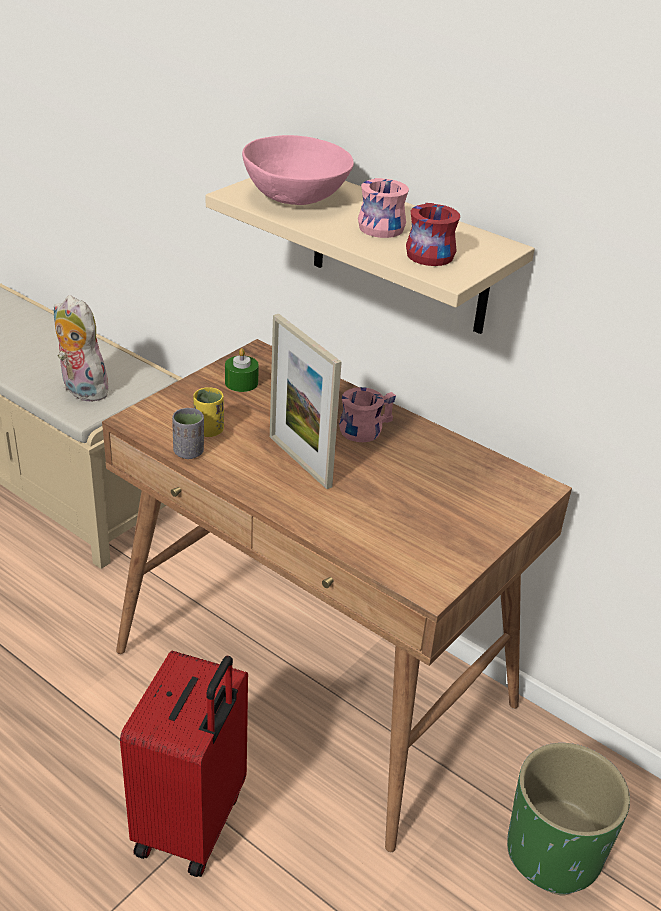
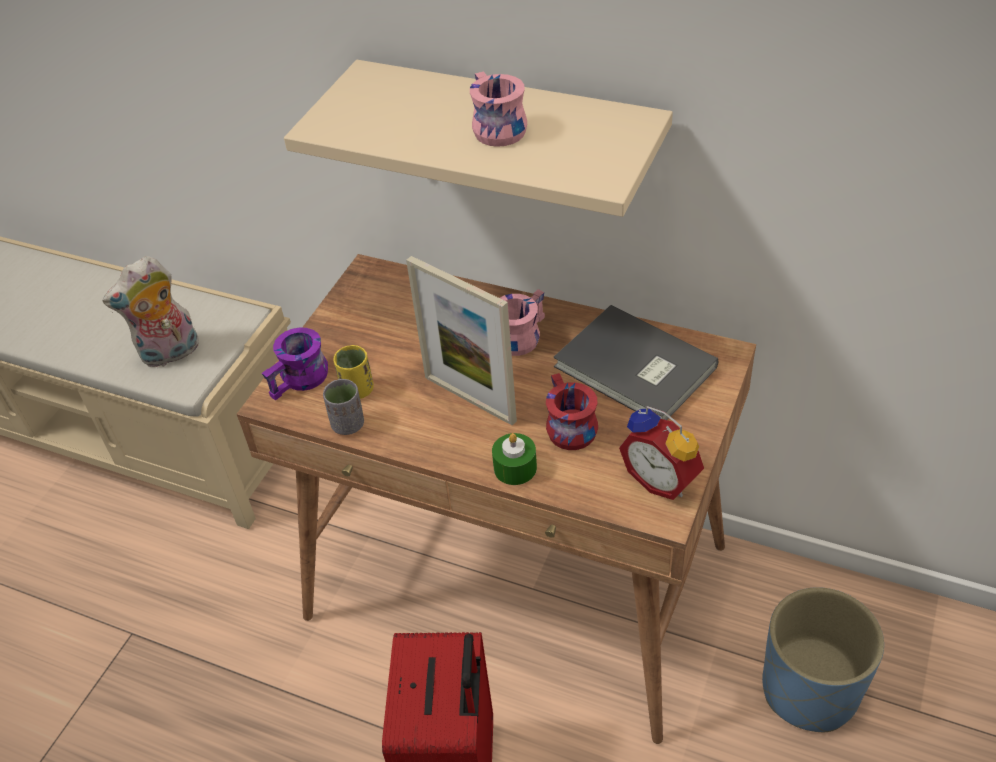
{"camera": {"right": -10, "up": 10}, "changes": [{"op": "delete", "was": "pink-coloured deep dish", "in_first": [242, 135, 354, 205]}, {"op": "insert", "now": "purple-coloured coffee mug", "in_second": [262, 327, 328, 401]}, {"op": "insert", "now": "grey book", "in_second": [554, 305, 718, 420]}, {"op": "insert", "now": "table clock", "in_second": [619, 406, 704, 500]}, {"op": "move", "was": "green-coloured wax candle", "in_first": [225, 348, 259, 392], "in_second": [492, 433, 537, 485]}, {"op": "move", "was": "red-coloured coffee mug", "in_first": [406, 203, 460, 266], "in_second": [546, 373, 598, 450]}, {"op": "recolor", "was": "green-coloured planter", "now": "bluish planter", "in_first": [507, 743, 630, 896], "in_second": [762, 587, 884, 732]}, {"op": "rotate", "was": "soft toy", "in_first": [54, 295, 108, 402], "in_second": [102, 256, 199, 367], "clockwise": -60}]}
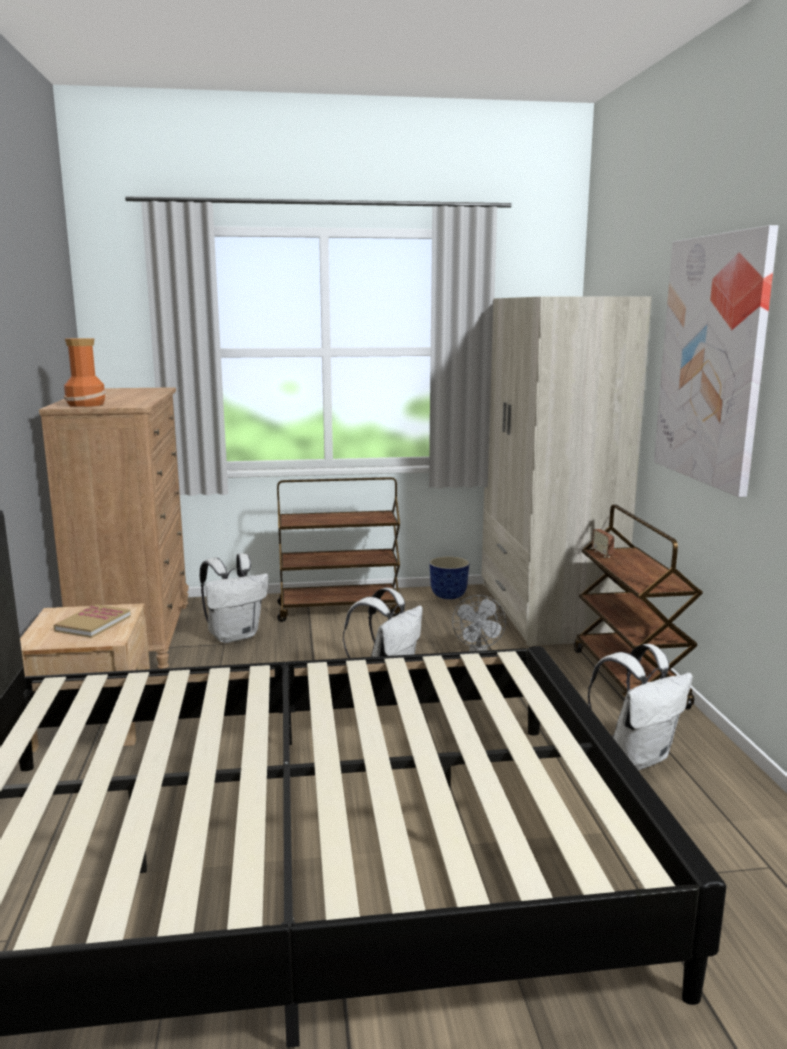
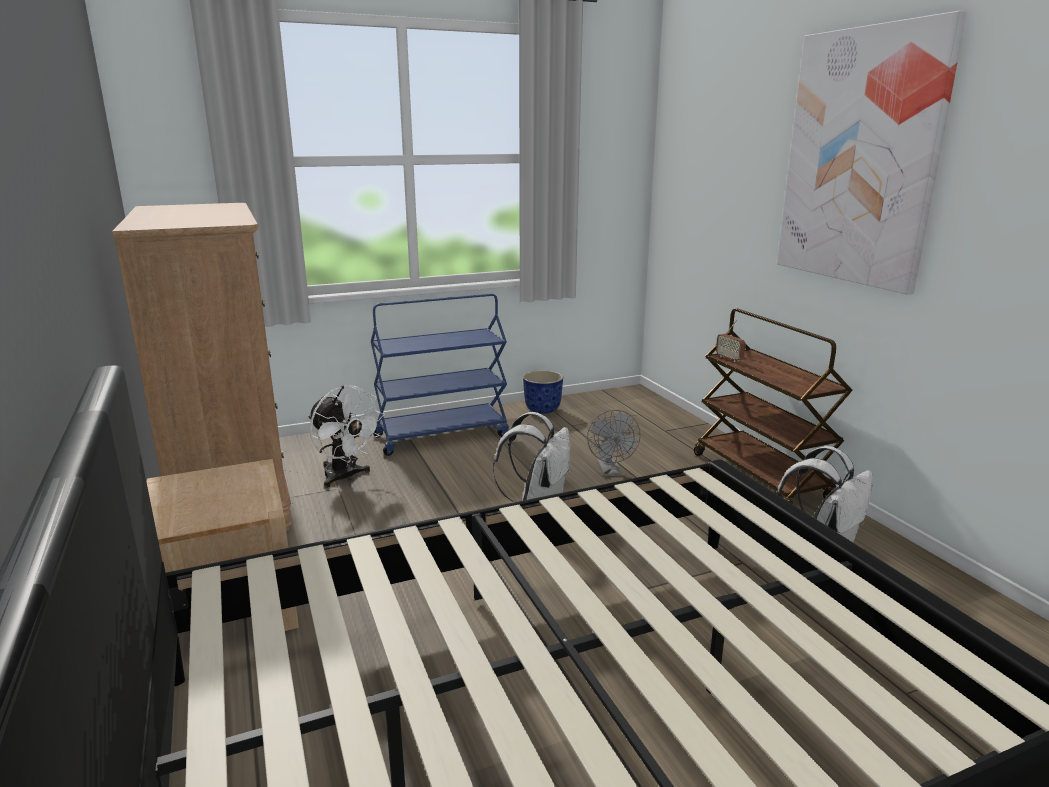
{"camera": {"right": -15, "up": 5}, "changes": [{"op": "delete", "was": "book", "in_first": [53, 604, 131, 638]}, {"op": "delete", "was": "flower vase", "in_first": [64, 338, 106, 407]}, {"op": "delete", "was": "beige armoire", "in_first": [482, 296, 652, 646]}, {"op": "replace", "was": "white backpack", "now": "white electric fan", "in_first": [200, 553, 268, 643], "in_second": [308, 386, 385, 488]}, {"op": "recolor", "was": "brown-coloured cart", "now": "bluish cart", "in_first": [277, 477, 400, 622], "in_second": [371, 293, 509, 456]}]}
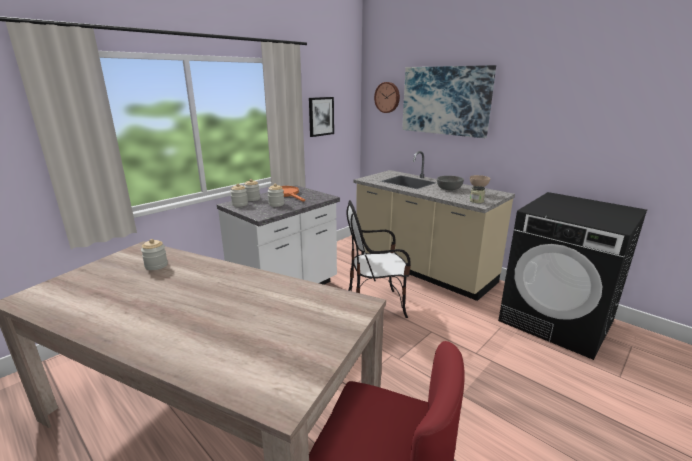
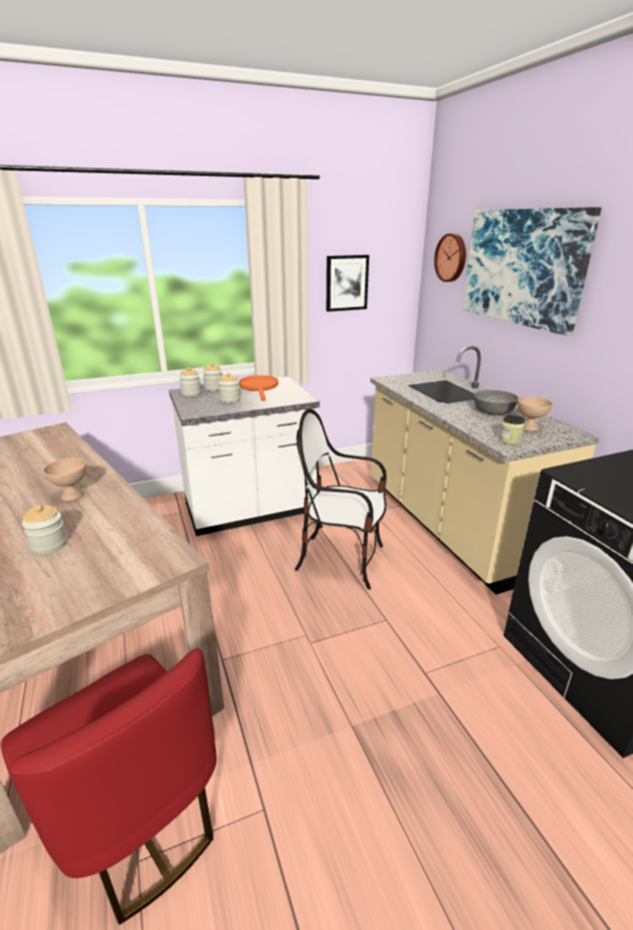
{"camera": {"right": 25, "up": 5}, "changes": [{"op": "insert", "now": "beige deep dish", "in_second": [43, 458, 87, 501]}, {"op": "move", "was": "storage jar", "in_first": [141, 239, 168, 270], "in_second": [22, 505, 67, 554]}]}
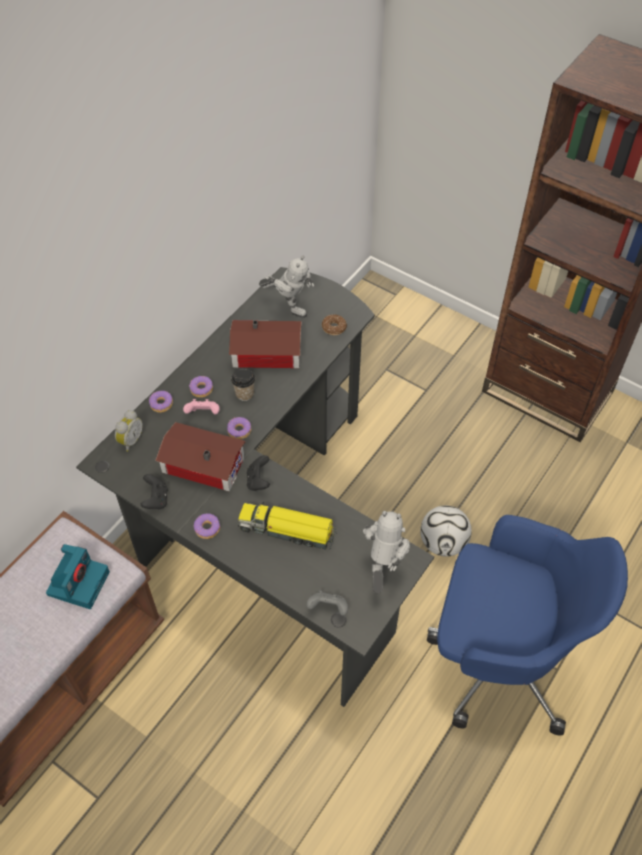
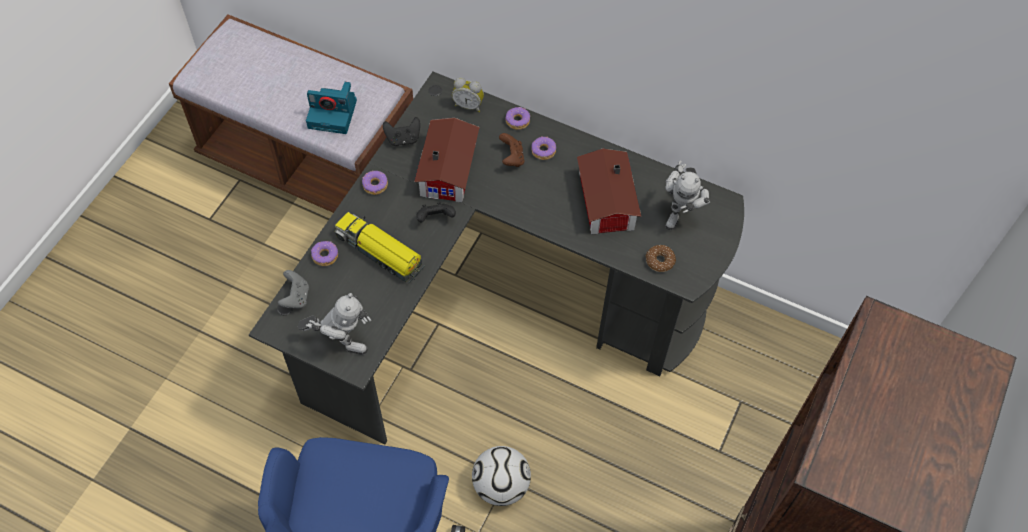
{"camera": {"right": 80, "up": 5}, "changes": [{"op": "delete", "was": "cup", "in_first": [231, 368, 255, 401]}, {"op": "move", "was": "doughnut", "in_first": [227, 417, 251, 440], "in_second": [311, 241, 338, 266]}, {"op": "recolor", "was": "pink-coloured gamepad", "now": "brown-coloured gamepad", "in_first": [183, 399, 220, 415], "in_second": [499, 133, 525, 167]}, {"op": "rotate", "was": "model truck", "in_first": [238, 501, 336, 550], "in_second": [335, 212, 425, 283], "clockwise": -60}]}
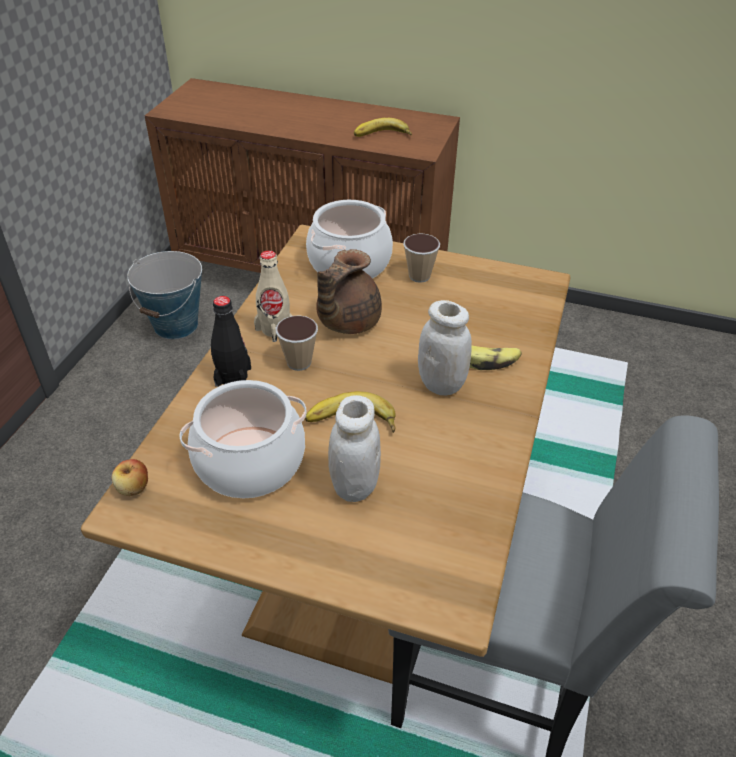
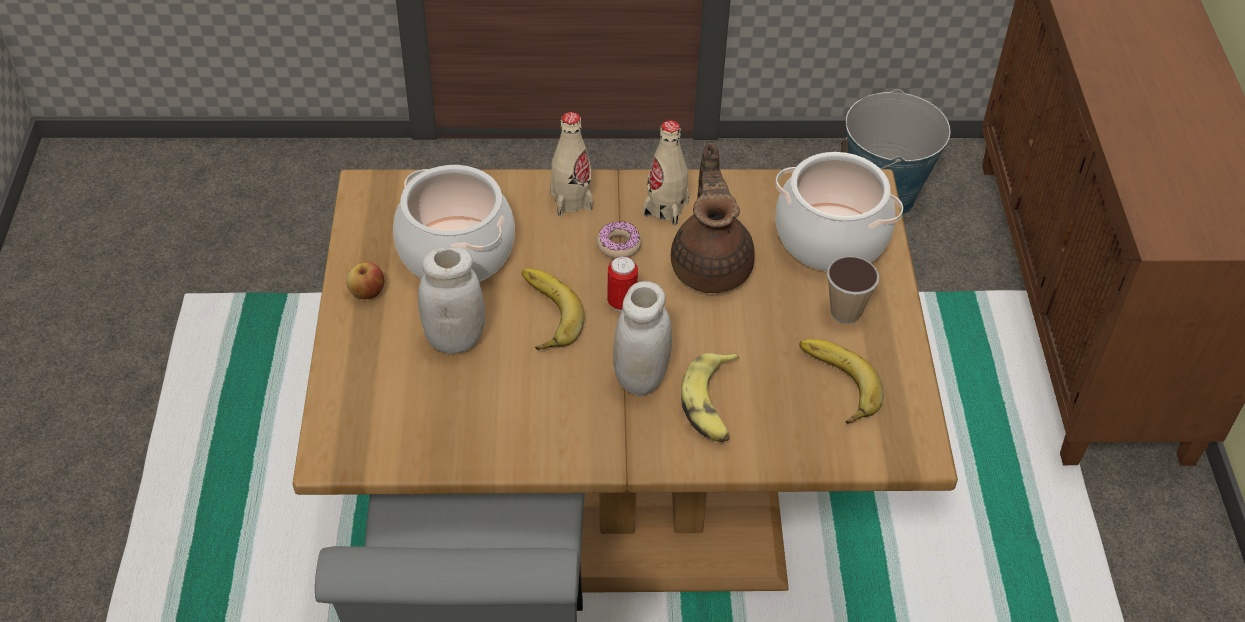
{"camera": {"right": 70, "up": 5}, "changes": [{"op": "insert", "now": "metal can", "in_second": [607, 256, 638, 311]}, {"op": "move", "was": "apple fruit", "in_first": [112, 459, 148, 496], "in_second": [346, 263, 385, 299]}, {"op": "move", "was": "banana fruit", "in_first": [354, 118, 412, 137], "in_second": [799, 339, 883, 424]}, {"op": "replace", "was": "cup", "now": "doughnut", "in_first": [276, 315, 318, 371], "in_second": [596, 221, 641, 259]}, {"op": "recolor", "was": "black bottle", "now": "beige bottle", "in_first": [211, 296, 251, 387], "in_second": [550, 112, 593, 216]}, {"op": "rotate", "was": "brown-coloured teapot", "in_first": [316, 249, 382, 334], "in_second": [671, 143, 755, 293], "clockwise": 75}]}
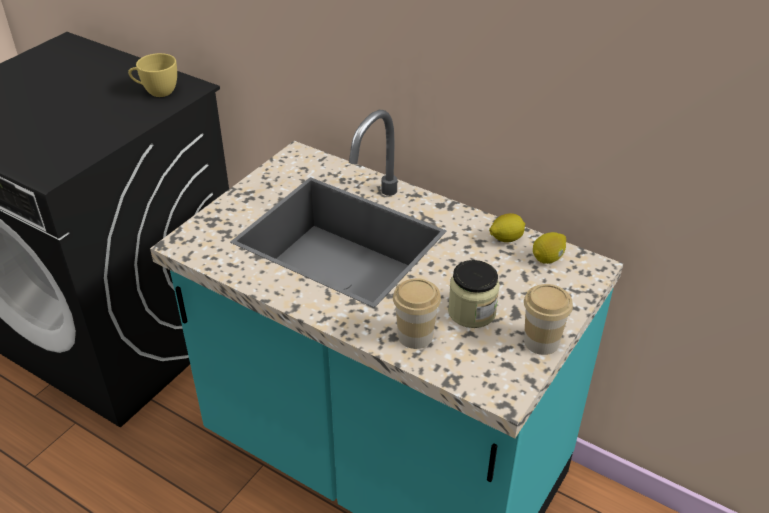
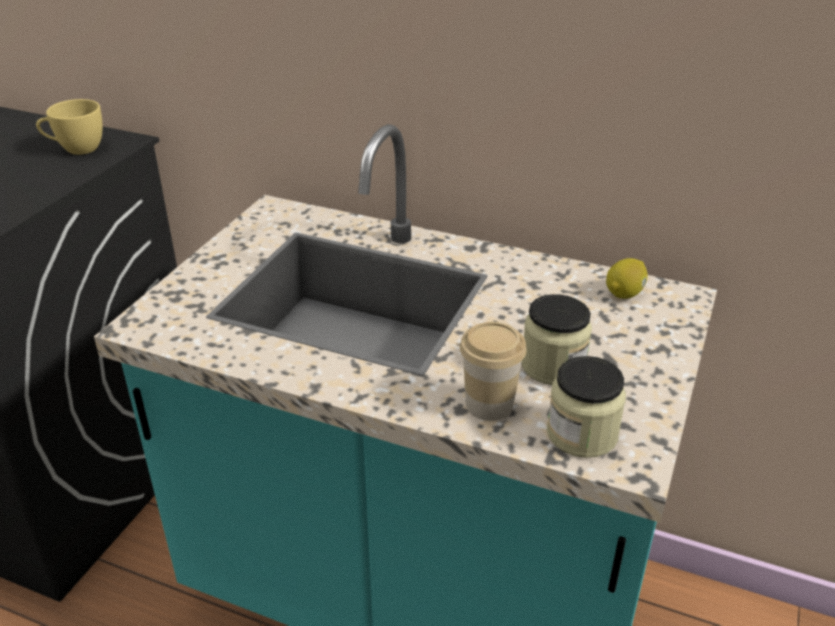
{"camera": {"right": -10, "up": -5}, "changes": [{"op": "delete", "was": "whole lemon", "in_first": [489, 213, 525, 242]}, {"op": "delete", "was": "cup", "in_first": [524, 284, 573, 355]}, {"op": "insert", "now": "storage jar", "in_second": [547, 356, 626, 458]}]}
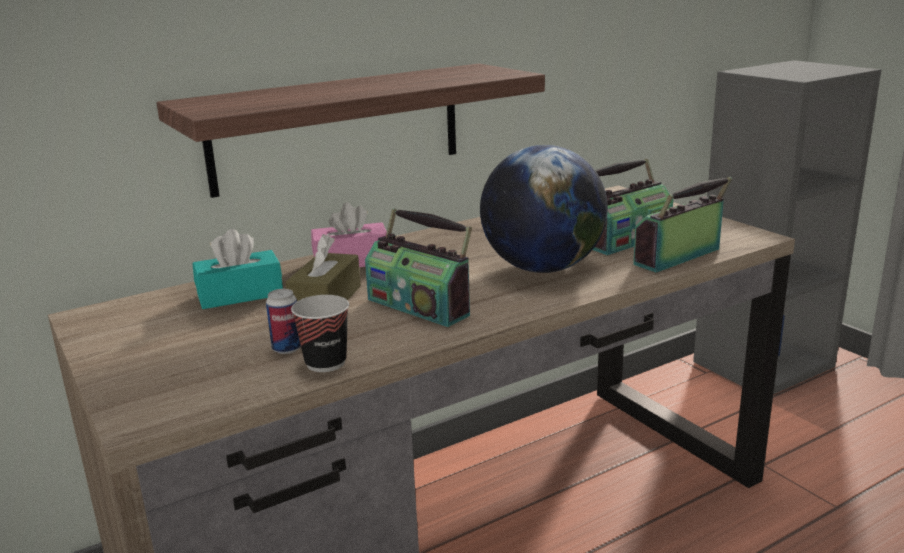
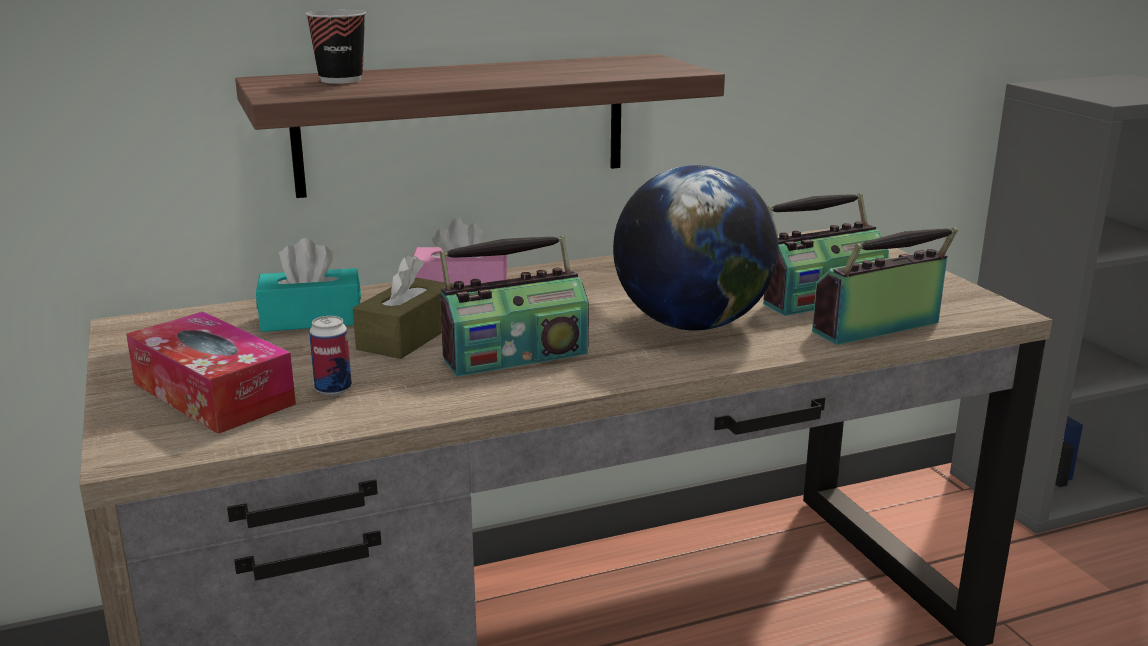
{"camera": {"right": 10, "up": 0}, "changes": [{"op": "insert", "now": "tissue holder", "in_second": [126, 312, 296, 434]}, {"op": "move", "was": "cup", "in_first": [291, 295, 349, 372], "in_second": [305, 10, 366, 84]}, {"op": "rotate", "was": "radio receiver", "in_first": [365, 208, 472, 327], "in_second": [440, 235, 589, 377], "clockwise": -75}]}
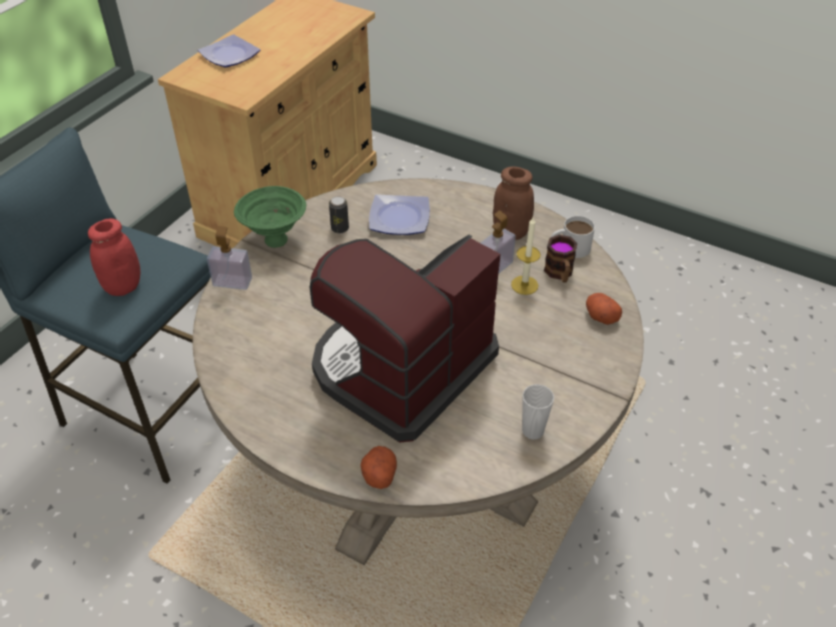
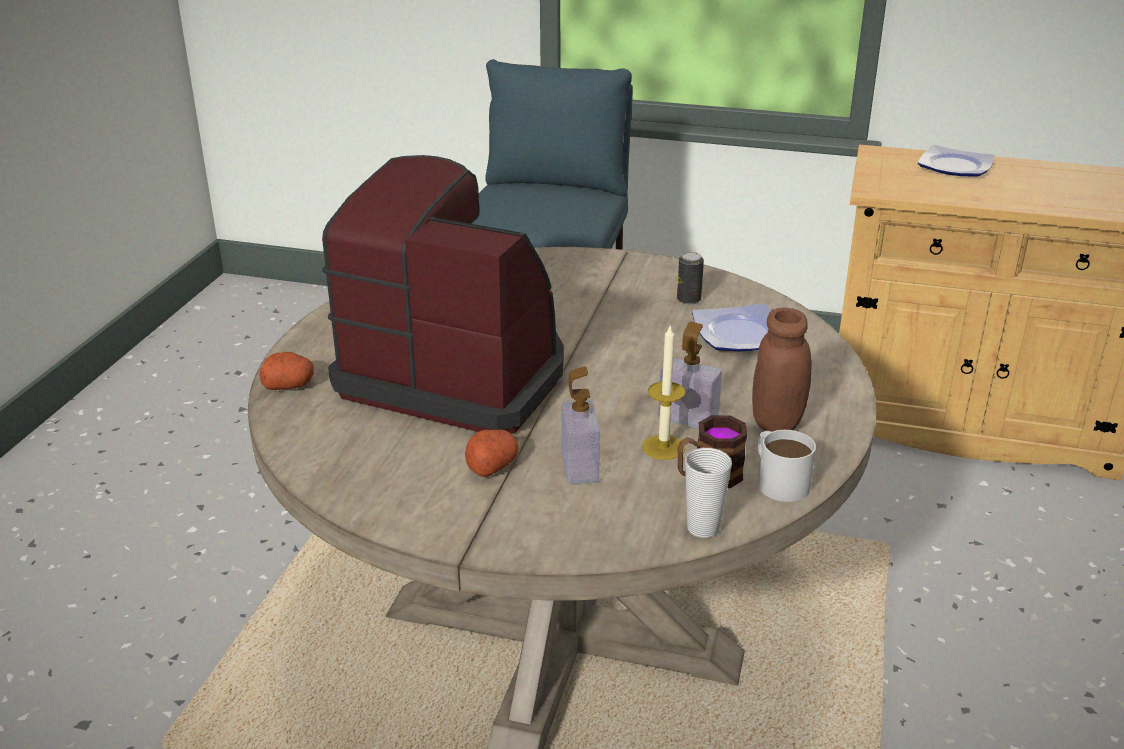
{"camera": {"right": 75, "up": -15}, "changes": [{"op": "delete", "was": "red-coloured storage jar", "in_first": [88, 218, 140, 296]}, {"op": "delete", "was": "green-coloured deep dish", "in_first": [234, 186, 306, 248]}, {"op": "move", "was": "soap dispenser", "in_first": [207, 226, 252, 290], "in_second": [561, 366, 600, 484]}, {"op": "move", "was": "cup", "in_first": [522, 384, 554, 440], "in_second": [685, 448, 732, 538]}, {"op": "move", "was": "whole potato", "in_first": [586, 293, 622, 325], "in_second": [465, 430, 518, 477]}]}
